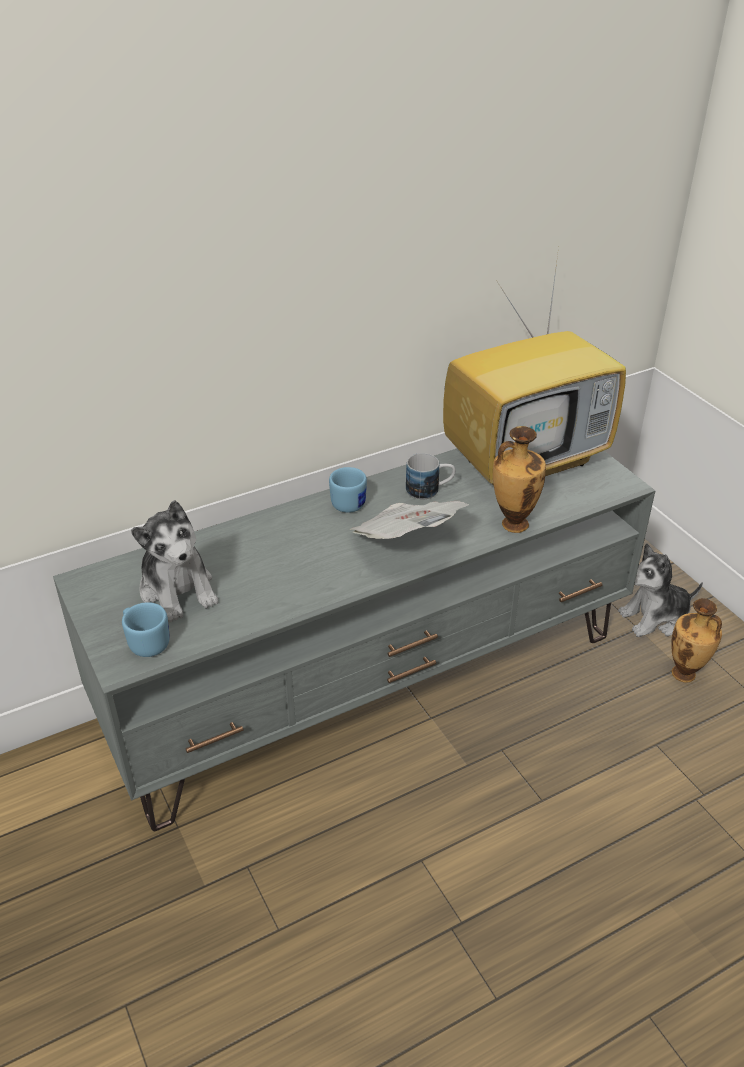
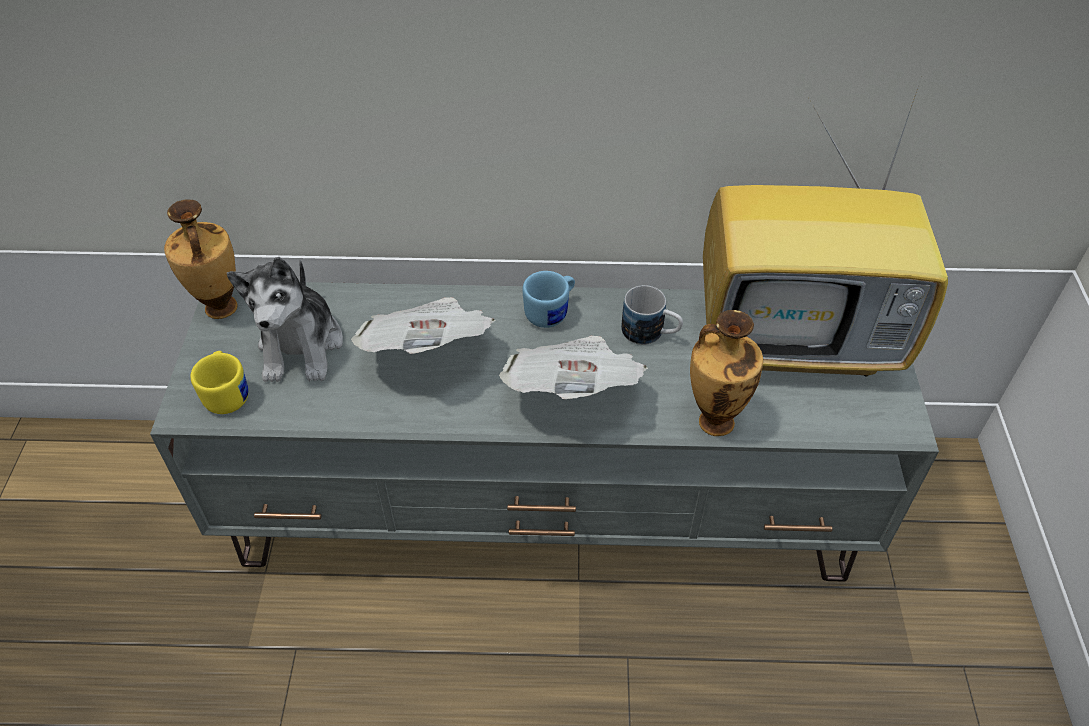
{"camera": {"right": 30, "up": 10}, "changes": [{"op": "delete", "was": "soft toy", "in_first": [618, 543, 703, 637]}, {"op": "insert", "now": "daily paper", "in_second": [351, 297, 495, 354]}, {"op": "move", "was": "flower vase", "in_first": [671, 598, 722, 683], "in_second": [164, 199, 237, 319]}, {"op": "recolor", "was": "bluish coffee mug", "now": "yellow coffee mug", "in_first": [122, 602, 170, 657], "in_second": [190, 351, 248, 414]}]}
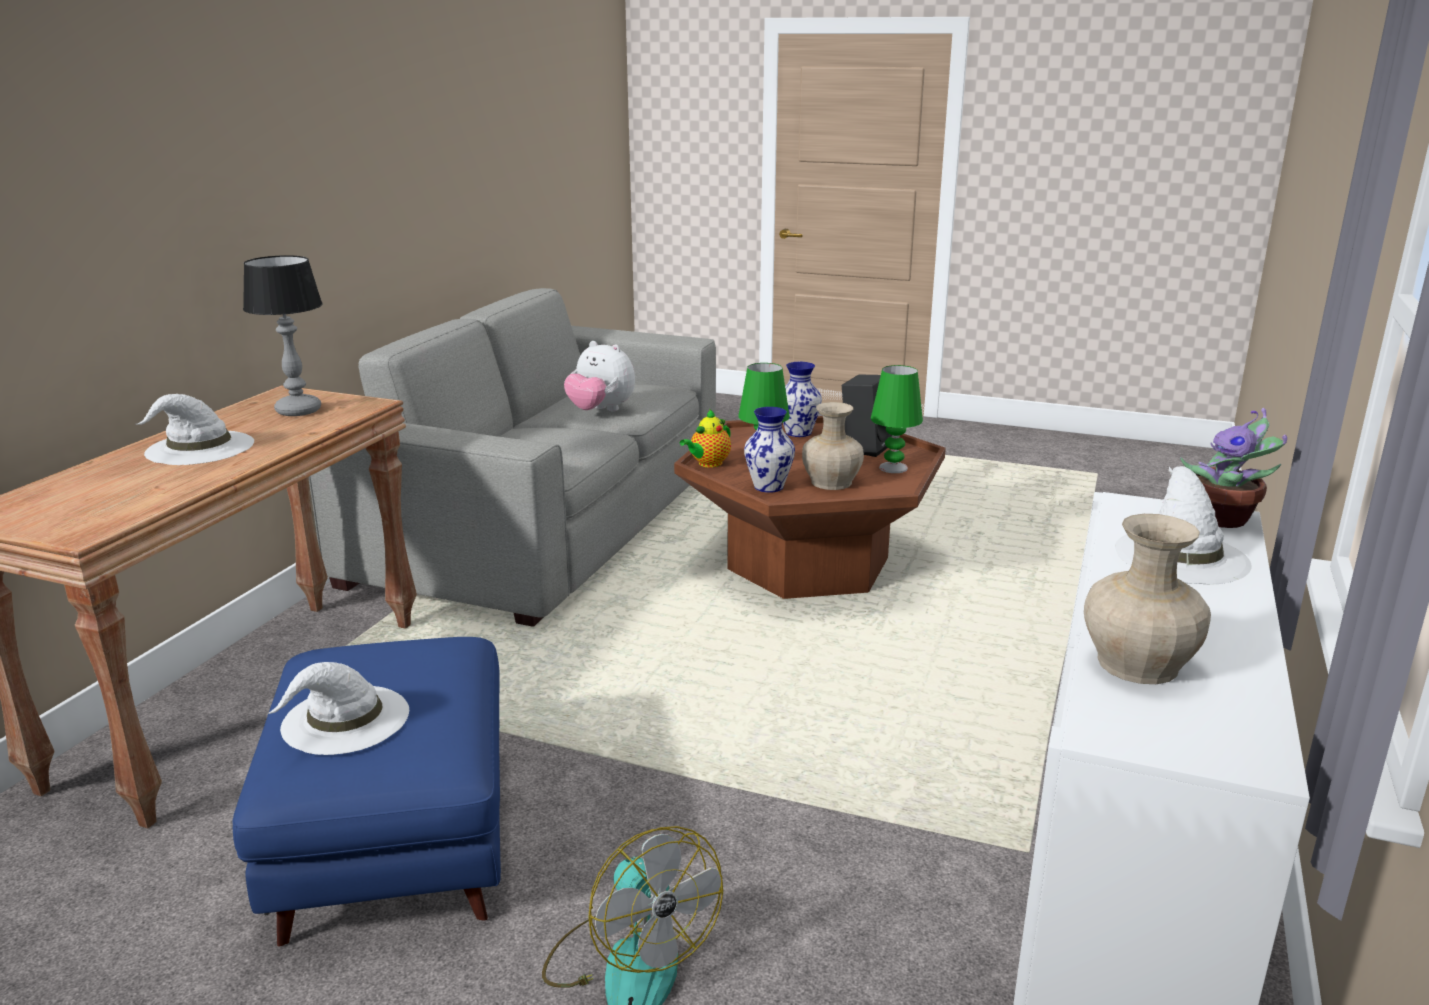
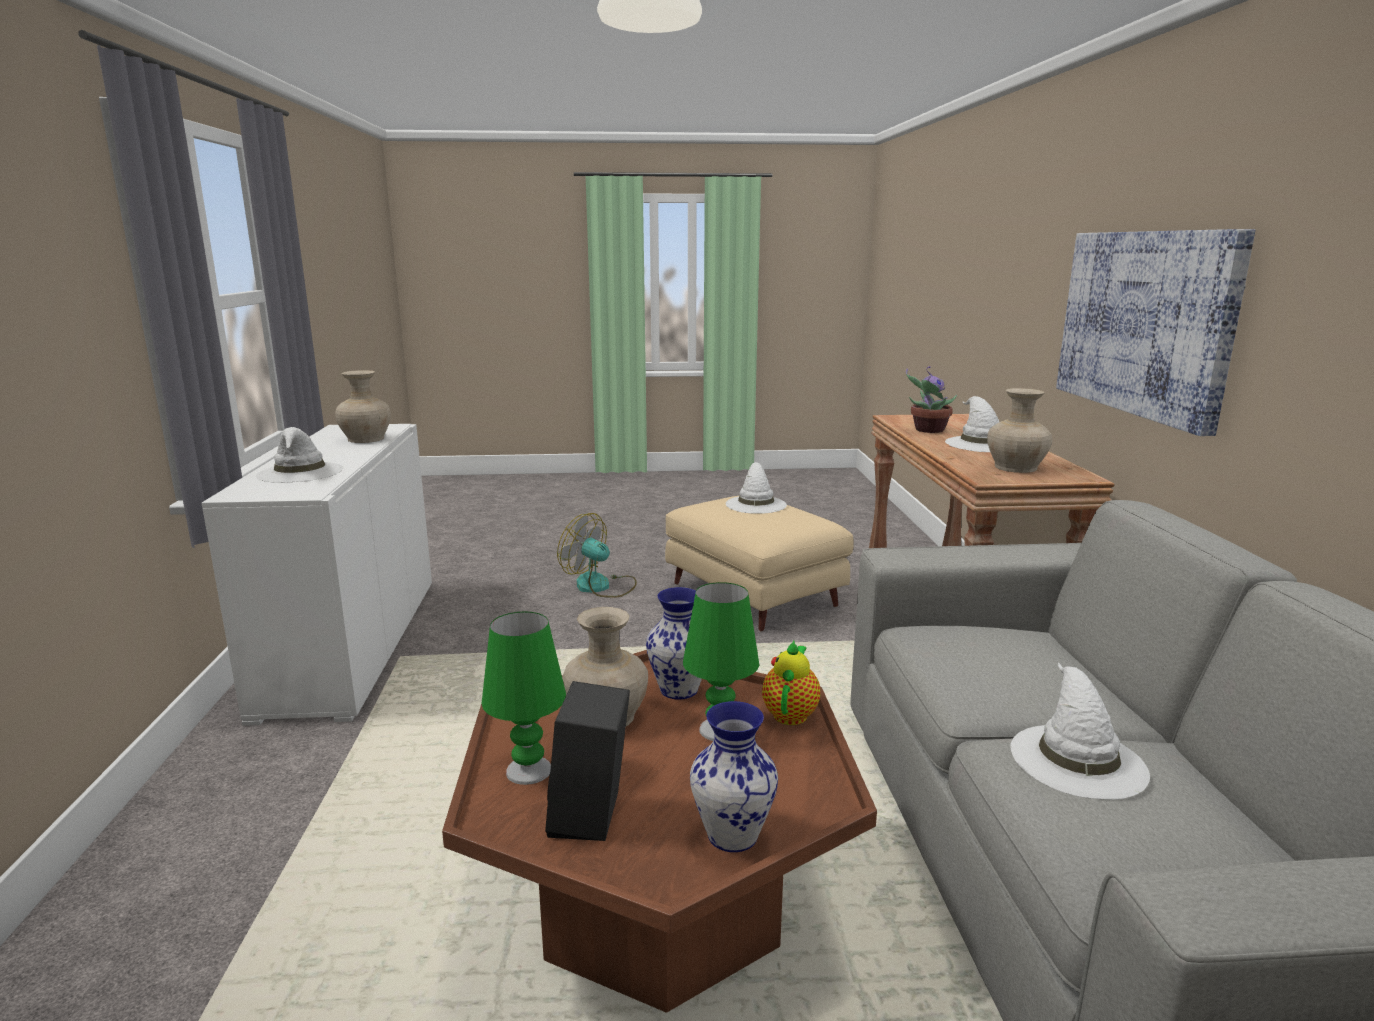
{"camera": {"right": 155, "up": -5}, "changes": [{"op": "insert", "now": "wall picture", "in_second": [1056, 229, 1255, 436]}, {"op": "move", "was": "potted plant", "in_first": [1180, 408, 1287, 528], "in_second": [906, 366, 957, 433]}, {"op": "replace", "was": "table lamp", "now": "beige flower vase", "in_first": [243, 255, 322, 416], "in_second": [987, 388, 1052, 473]}, {"op": "replace", "was": "soft toy", "now": "white clothing hat", "in_first": [564, 341, 635, 411], "in_second": [1011, 662, 1150, 800]}, {"op": "recolor", "was": "bluish ottoman", "now": "beige ottoman", "in_first": [233, 637, 501, 946], "in_second": [665, 496, 854, 631]}]}
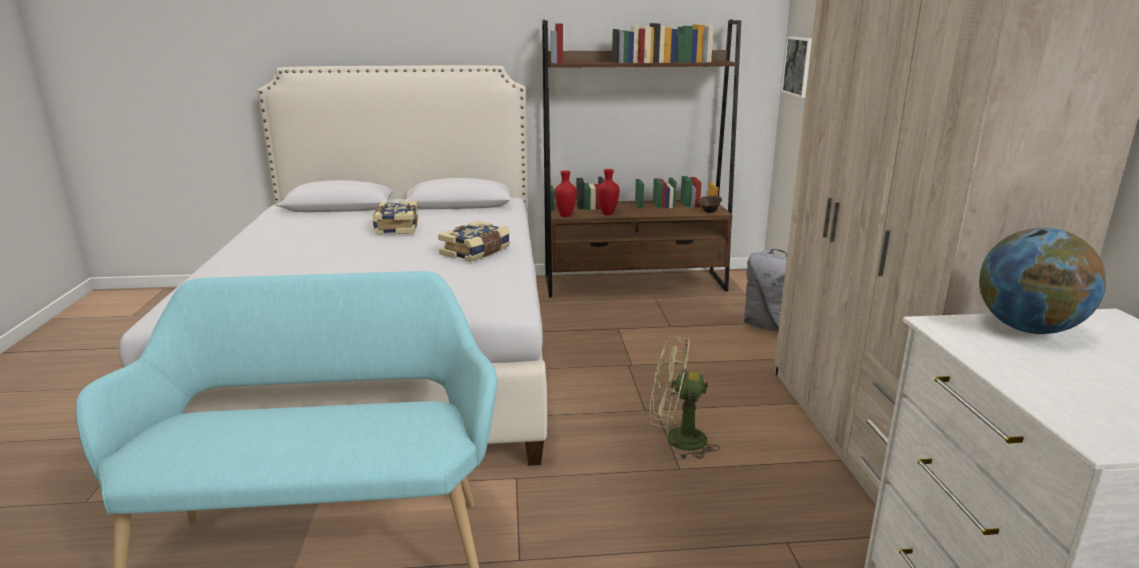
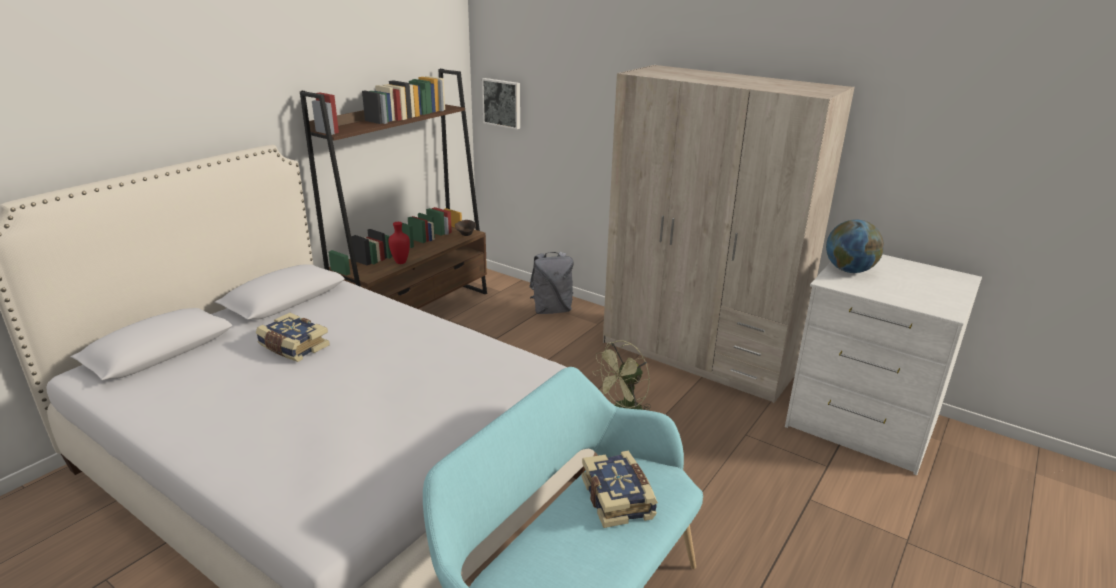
{"camera": {"right": -50, "up": 5}, "changes": [{"op": "delete", "was": "red-coloured flower vase", "in_first": [554, 170, 577, 217]}, {"op": "move", "was": "book", "in_first": [438, 221, 510, 262], "in_second": [582, 451, 658, 528]}]}
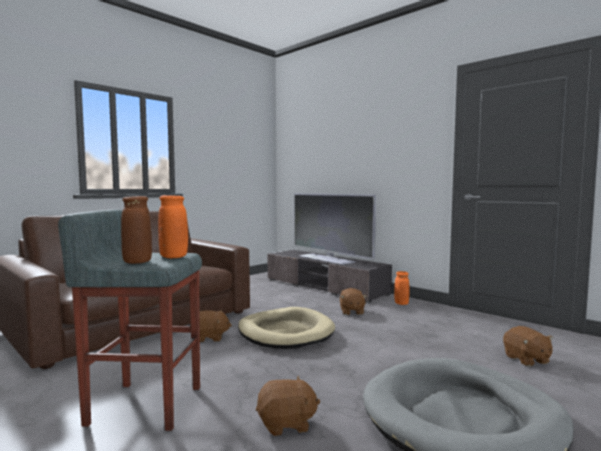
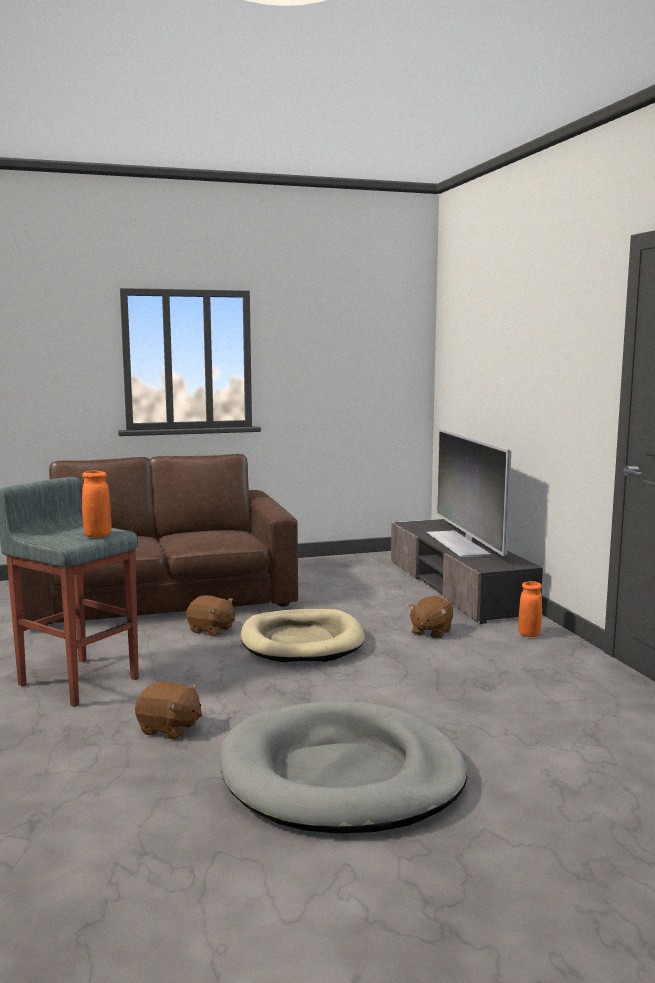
{"camera": {"right": 30, "up": 5}, "changes": [{"op": "delete", "was": "brown-coloured flower vase", "in_first": [121, 196, 152, 264]}, {"op": "delete", "was": "brown-coloured soft toy", "in_first": [503, 326, 553, 367]}]}
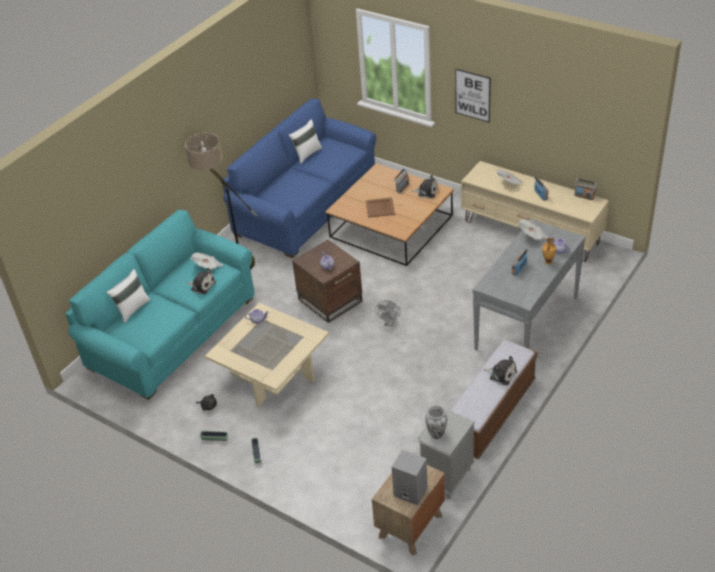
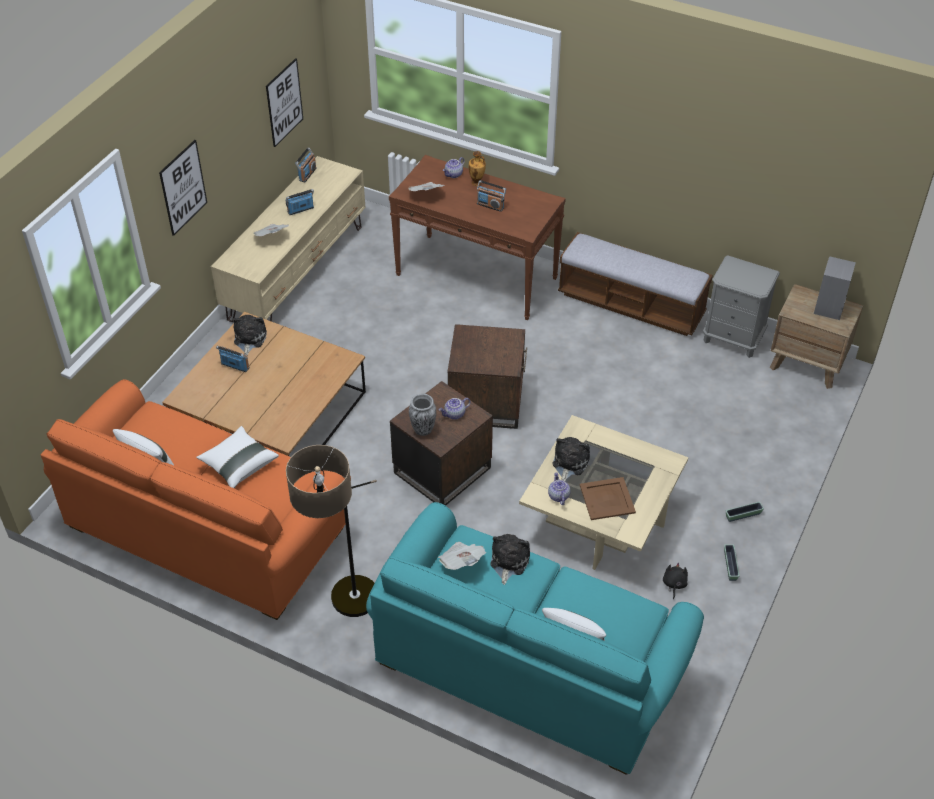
{"camera": {"right": -100, "up": 5}, "changes": [{"op": "insert", "now": "white cushion", "in_second": [196, 426, 279, 488]}, {"op": "insert", "now": "wall picture", "in_second": [266, 58, 303, 147]}, {"op": "move", "was": "brown-coloured carrying tray", "in_first": [366, 198, 395, 218], "in_second": [580, 477, 636, 520]}, {"op": "move", "was": "flower vase", "in_first": [425, 405, 447, 439], "in_second": [409, 394, 436, 436]}, {"op": "move", "was": "soft toy", "in_first": [484, 356, 517, 385], "in_second": [552, 437, 590, 481]}, {"op": "replace", "was": "grey electric fan", "now": "brown-coloured end table", "in_first": [375, 300, 400, 327], "in_second": [448, 324, 527, 429]}, {"op": "recolor", "was": "bluish settee", "now": "orangey settee", "in_first": [222, 98, 376, 258], "in_second": [41, 379, 351, 620]}, {"op": "recolor", "was": "grey hall table", "now": "brown-coloured hall table", "in_first": [472, 219, 586, 350], "in_second": [389, 155, 566, 320]}]}
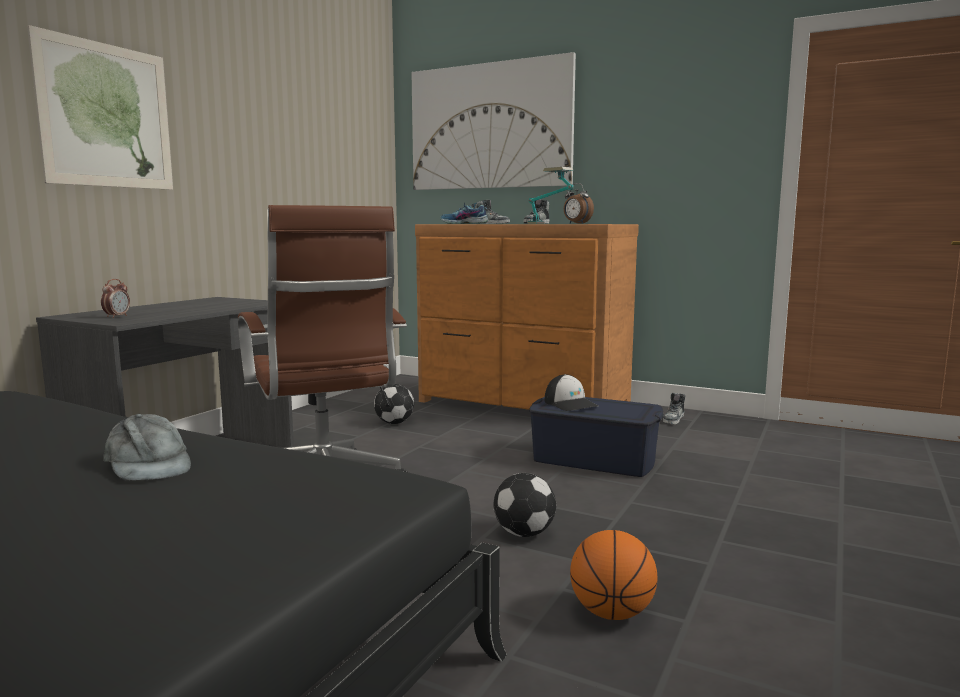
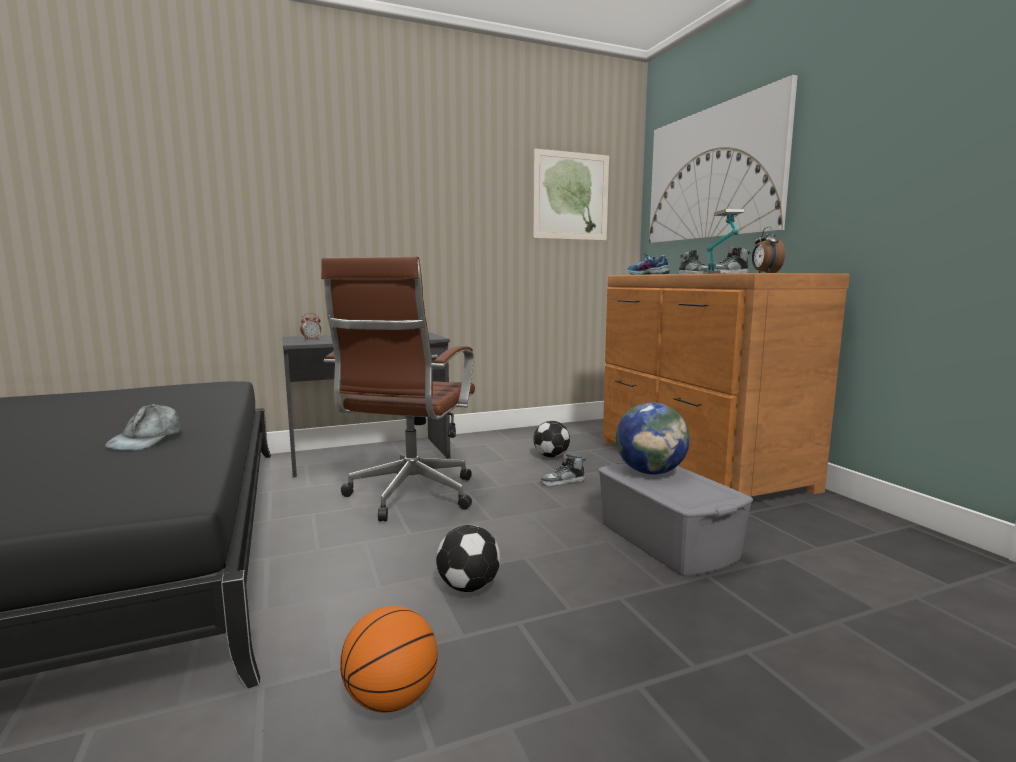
{"camera": {"right": 40, "up": 0}, "changes": [{"op": "move", "was": "wall picture", "in_first": [27, 25, 173, 190], "in_second": [533, 148, 609, 240]}, {"op": "move", "was": "shoe", "in_first": [663, 393, 685, 424], "in_second": [541, 453, 586, 486]}, {"op": "replace", "was": "cap", "now": "globe", "in_first": [544, 374, 598, 411], "in_second": [616, 402, 690, 475]}, {"op": "recolor", "was": "bluish storage container", "now": "grey storage container", "in_first": [529, 397, 664, 477], "in_second": [598, 461, 753, 576]}]}
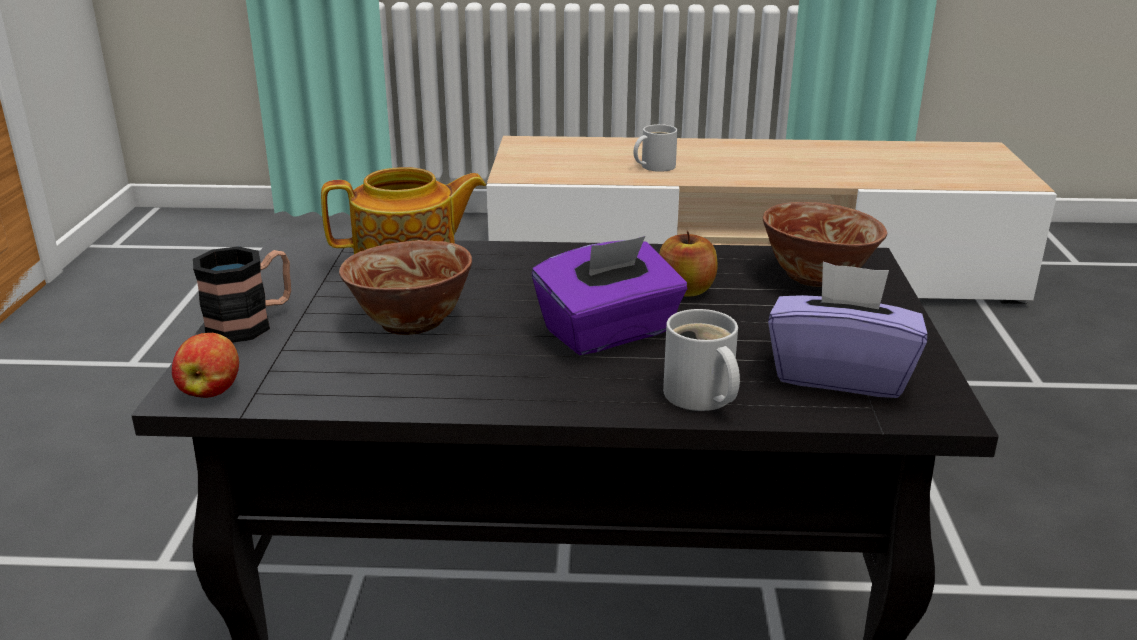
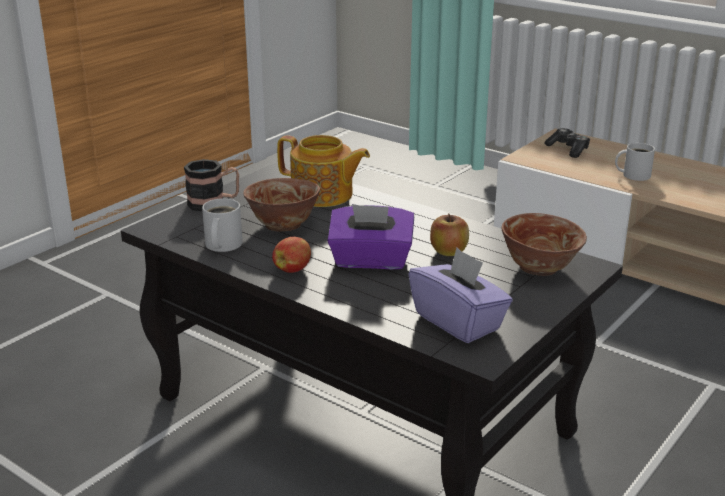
{"camera": {"right": 35, "up": 0}, "changes": [{"op": "insert", "now": "gamepad", "in_second": [544, 128, 590, 158]}, {"op": "move", "was": "apple fruit", "in_first": [172, 333, 239, 398], "in_second": [272, 237, 311, 273]}, {"op": "move", "was": "white coffee mug", "in_first": [663, 309, 740, 411], "in_second": [202, 198, 242, 252]}]}
